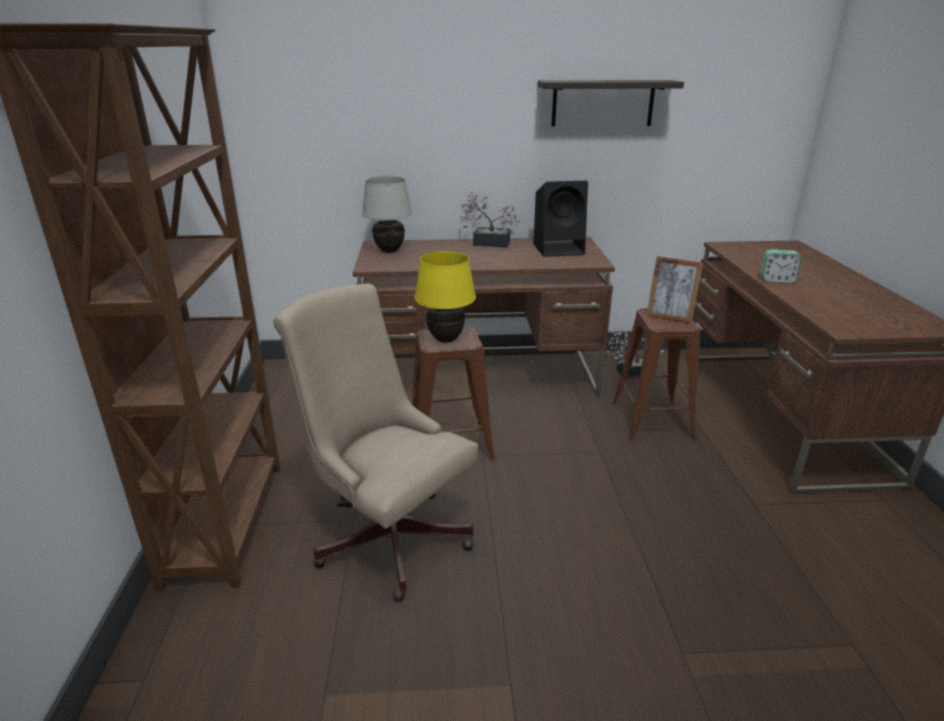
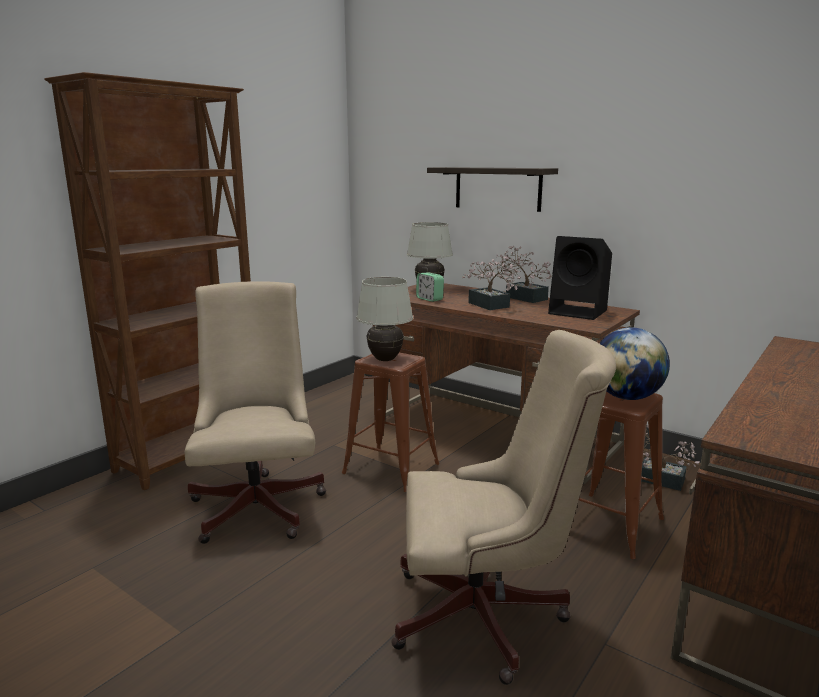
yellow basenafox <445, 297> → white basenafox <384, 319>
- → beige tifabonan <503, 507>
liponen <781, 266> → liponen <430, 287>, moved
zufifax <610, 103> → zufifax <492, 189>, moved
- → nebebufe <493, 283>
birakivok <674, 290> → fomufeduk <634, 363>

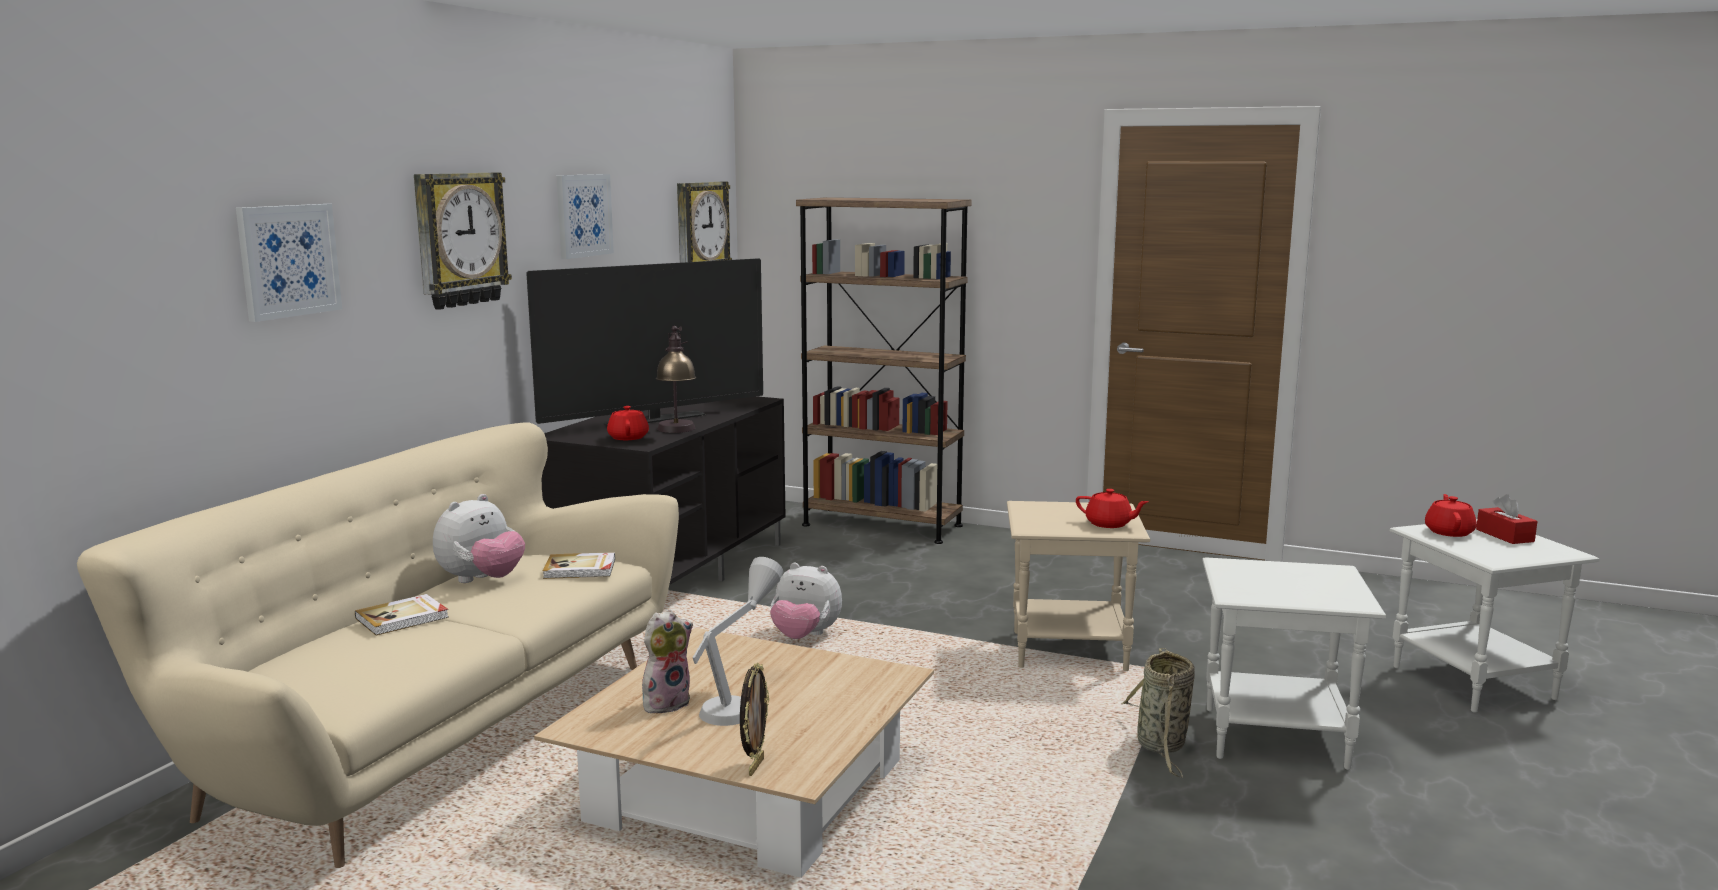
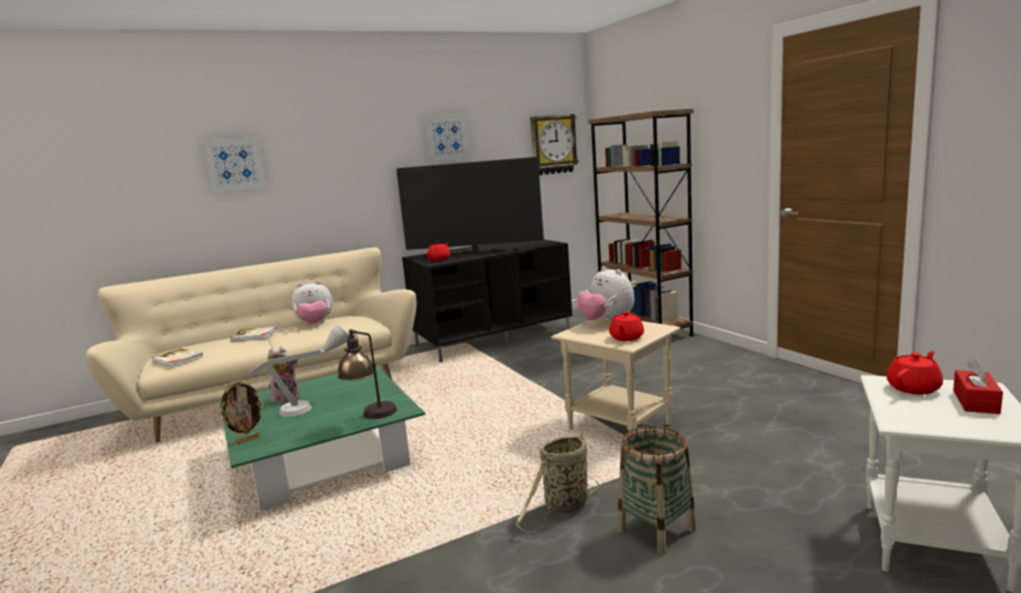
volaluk <579, 565> → volaluk <177, 357>, moved
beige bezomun <734, 753> → green bezomun <322, 438>
basenafox <676, 379> → basenafox <367, 374>, moved
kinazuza <806, 601> → kinazuza <606, 293>, moved
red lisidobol <1112, 508> → red lisidobol <626, 326>, 45 degrees clockwise
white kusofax <1294, 663> → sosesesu <657, 490>
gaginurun <463, 241> → -

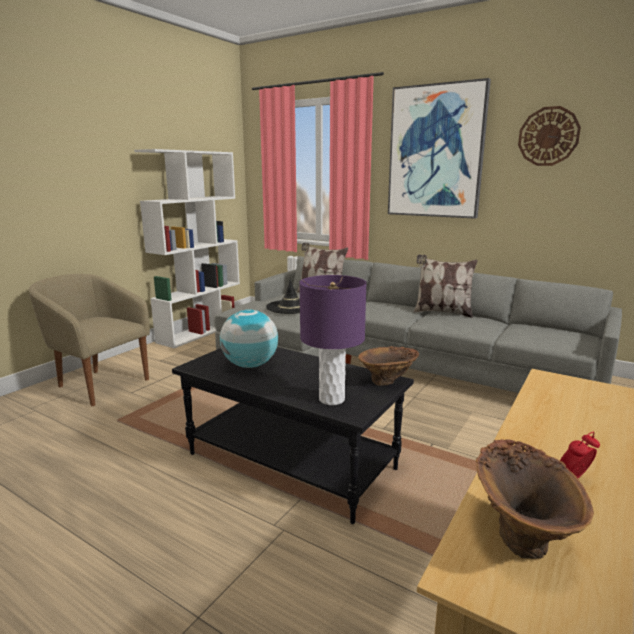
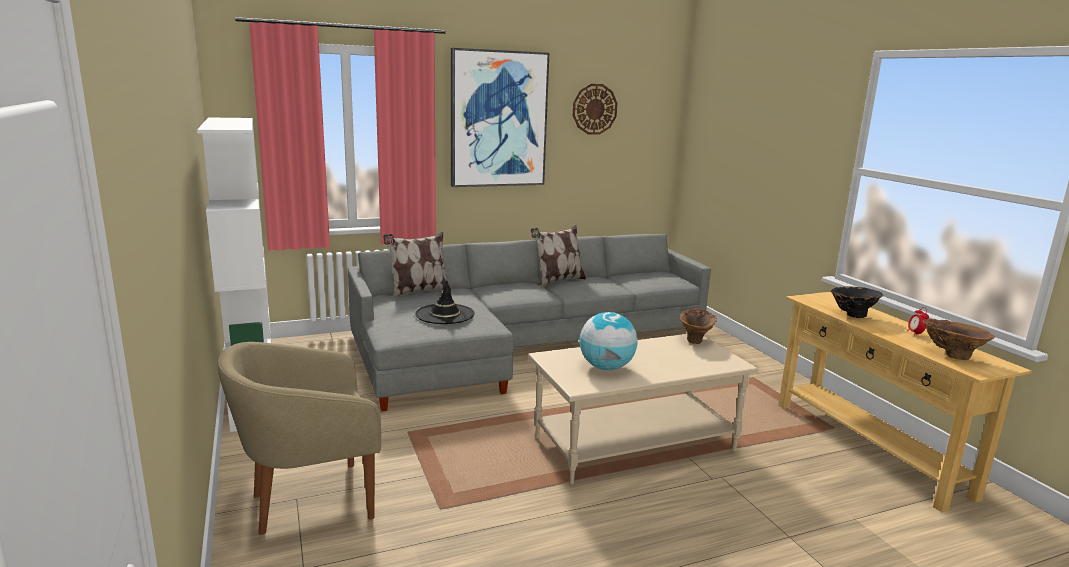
black bezomun <293, 435> → beige bezomun <643, 409>
- → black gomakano <857, 302>
purple basenafox <333, 340> → -

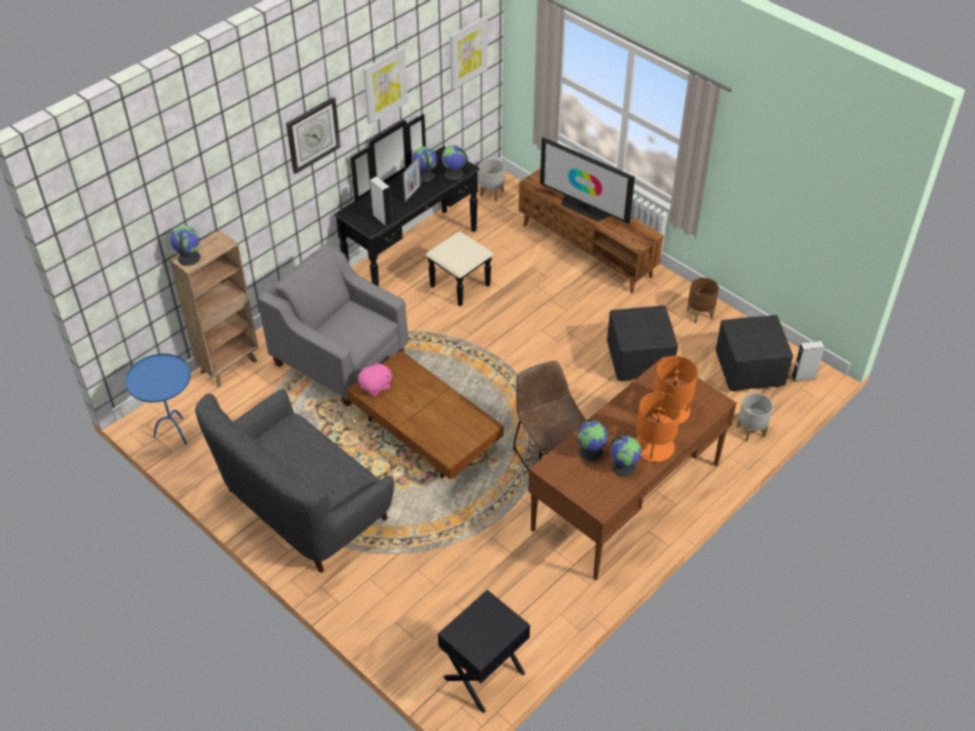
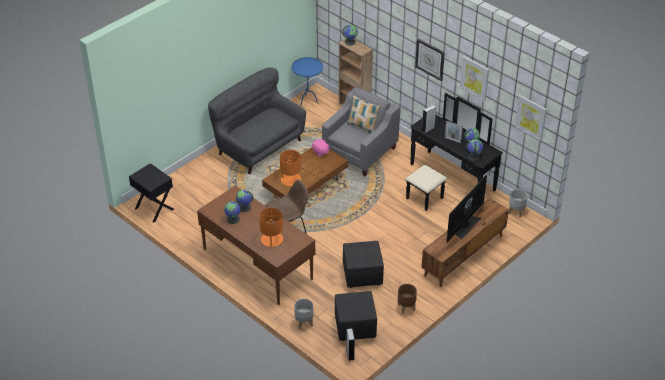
orange basenafox <658, 428> → orange basenafox <289, 168>, moved
- → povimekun <363, 114>

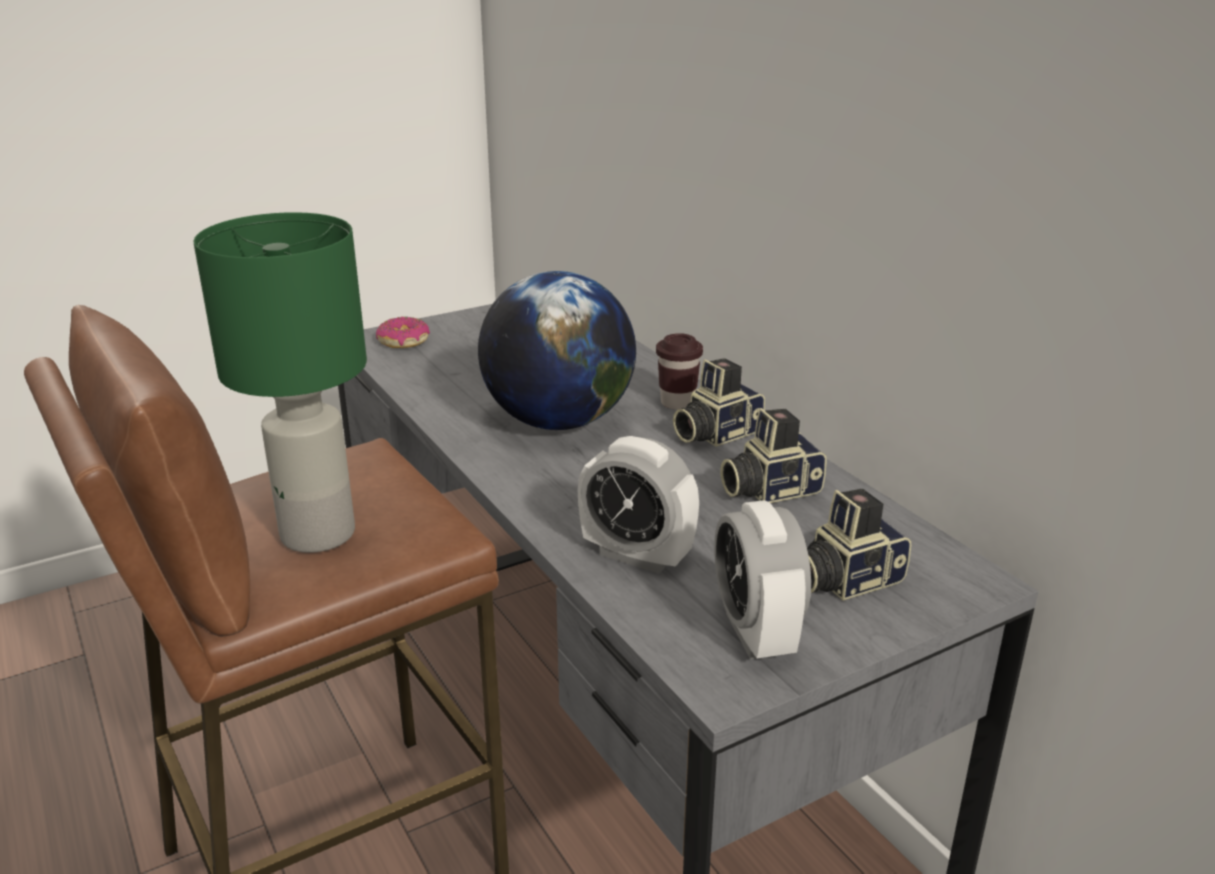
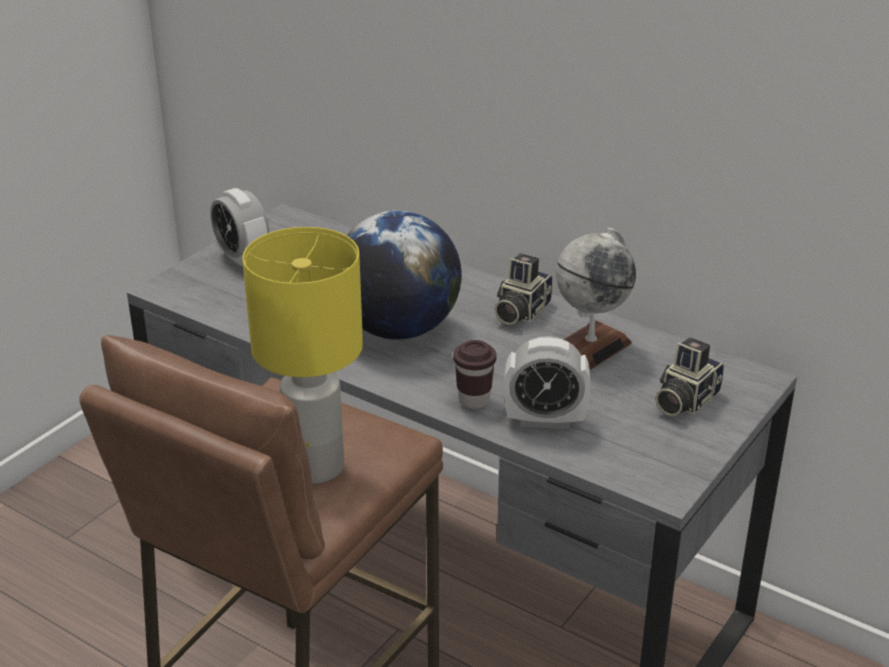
liponen <762, 579> → liponen <239, 230>, moved
green basenafox <280, 382> → yellow basenafox <302, 355>
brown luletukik <679, 371> → brown luletukik <475, 374>, moved
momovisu <773, 455> → fomufeduk <596, 299>
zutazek <403, 332> → -

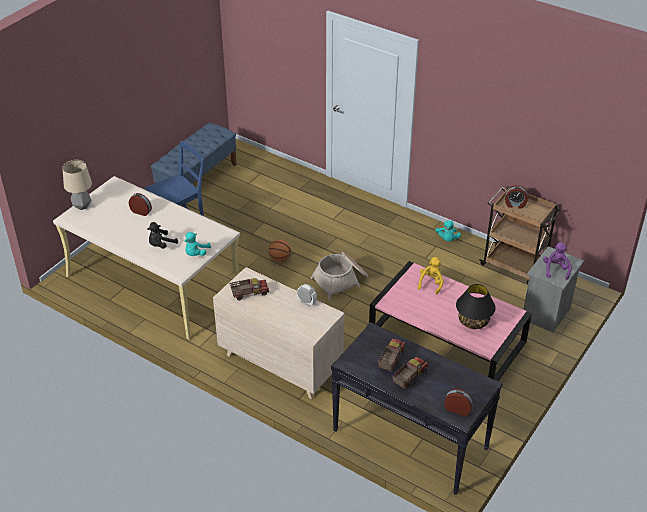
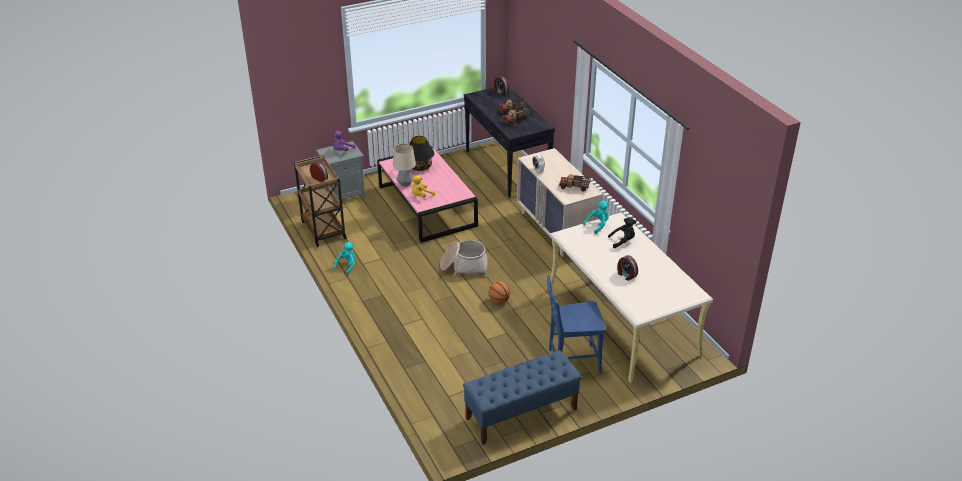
basenafox <77, 185> → basenafox <404, 165>, moved

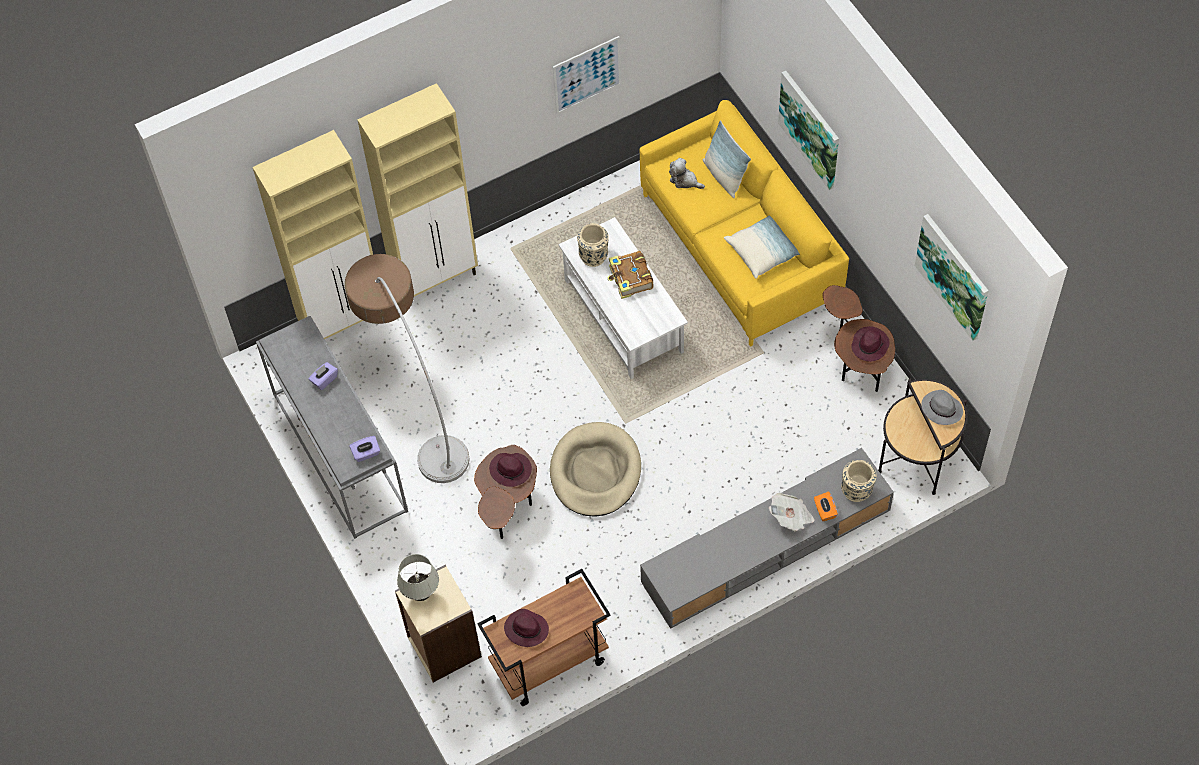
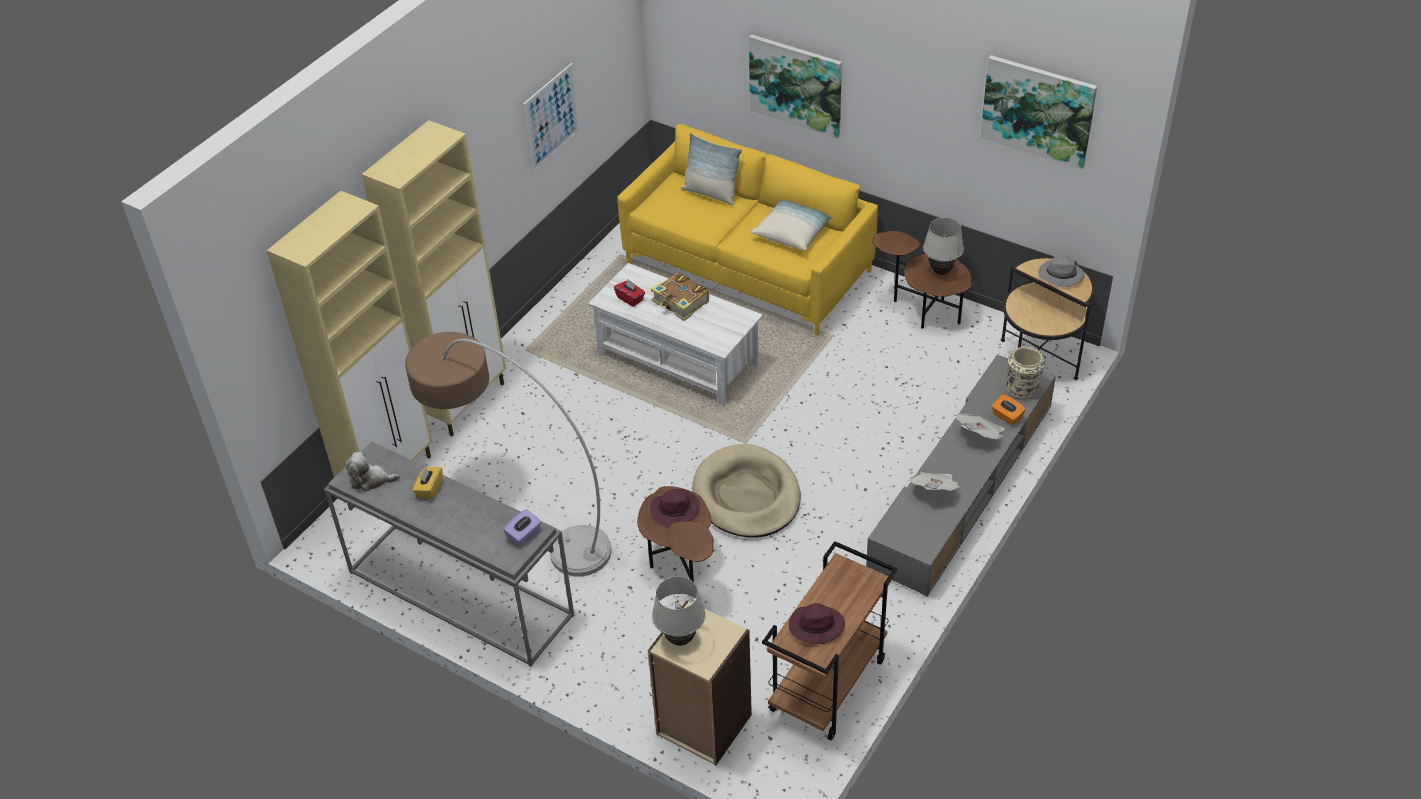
kinazuza <687, 173> → kinazuza <372, 472>, moved
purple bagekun <323, 376> → yellow bagekun <428, 482>
beige gomakano <593, 245> → red bagekun <629, 293>
- → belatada <935, 481>
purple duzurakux <870, 344> → white basenafox <943, 246>

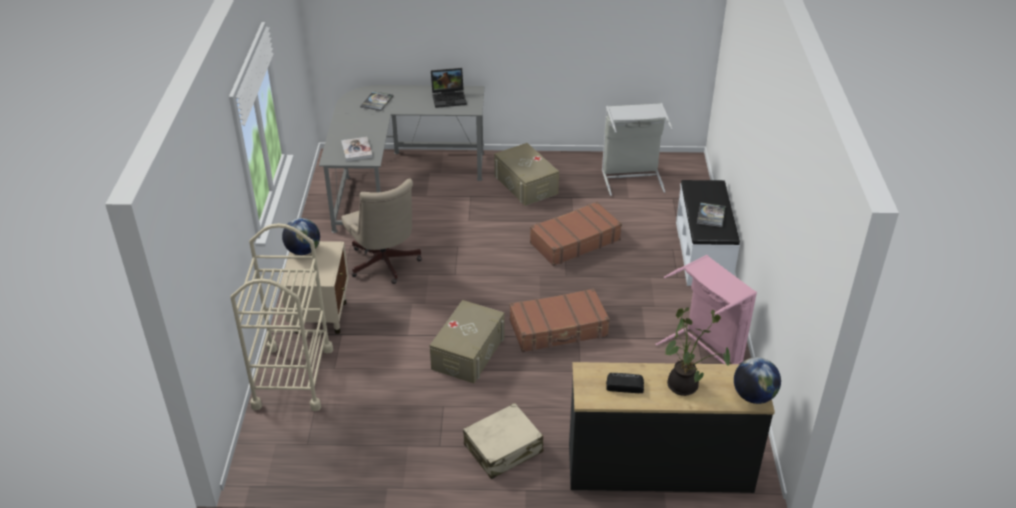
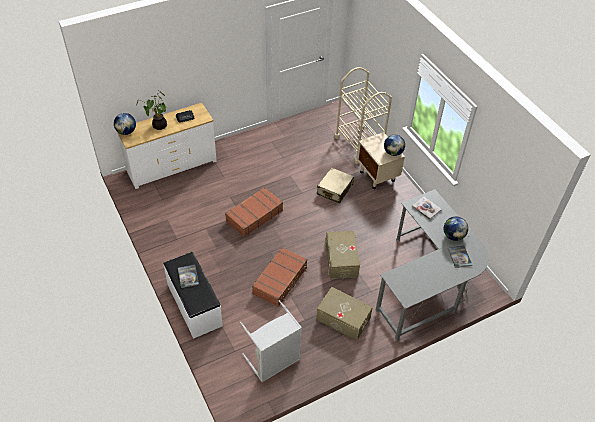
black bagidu <672, 427> → white bagidu <167, 146>
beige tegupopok <503, 441> → beige tegupopok <335, 185>, moved
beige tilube <467, 341> → beige tilube <342, 255>, moved
- → fomufeduk <456, 229>
beige tifabonan <381, 231> → -
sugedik <449, 88> → -
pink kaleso <706, 309> → -

